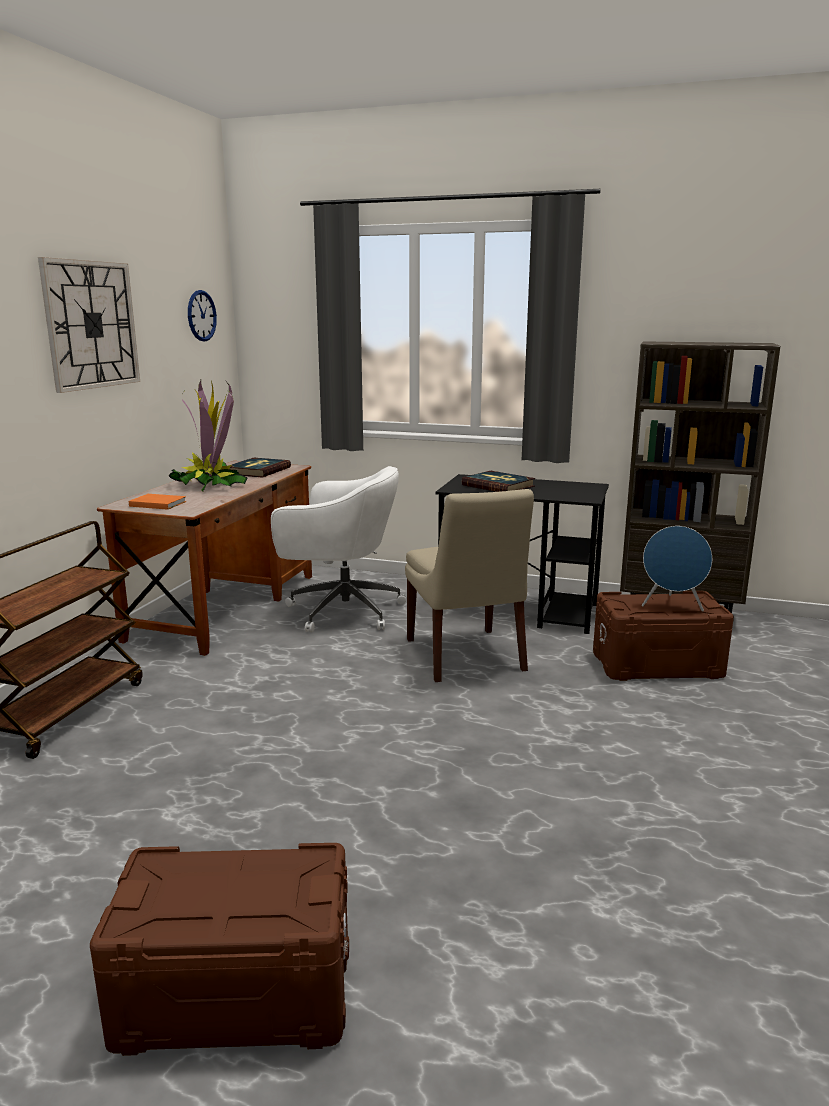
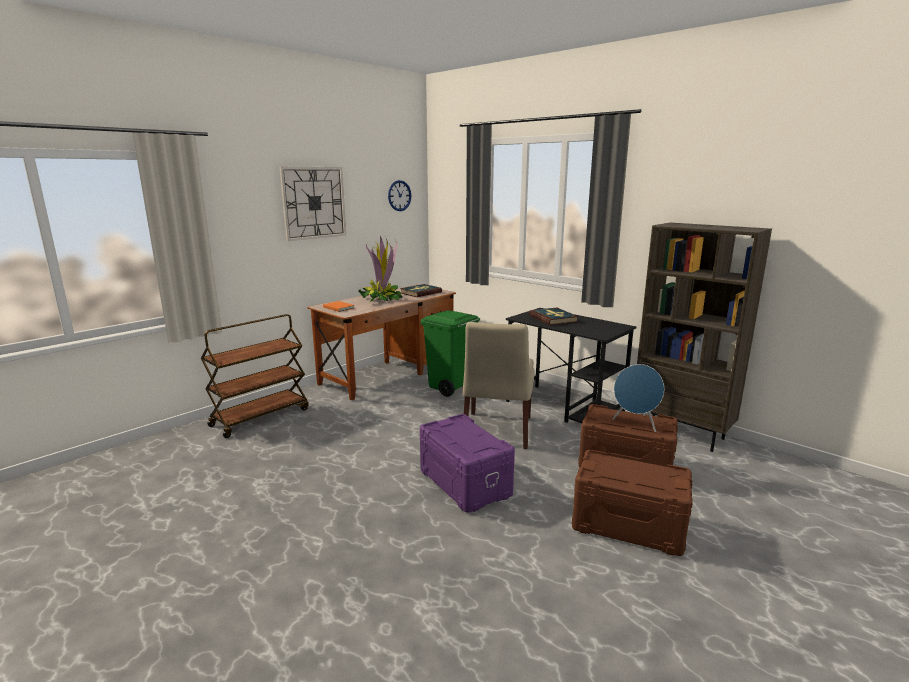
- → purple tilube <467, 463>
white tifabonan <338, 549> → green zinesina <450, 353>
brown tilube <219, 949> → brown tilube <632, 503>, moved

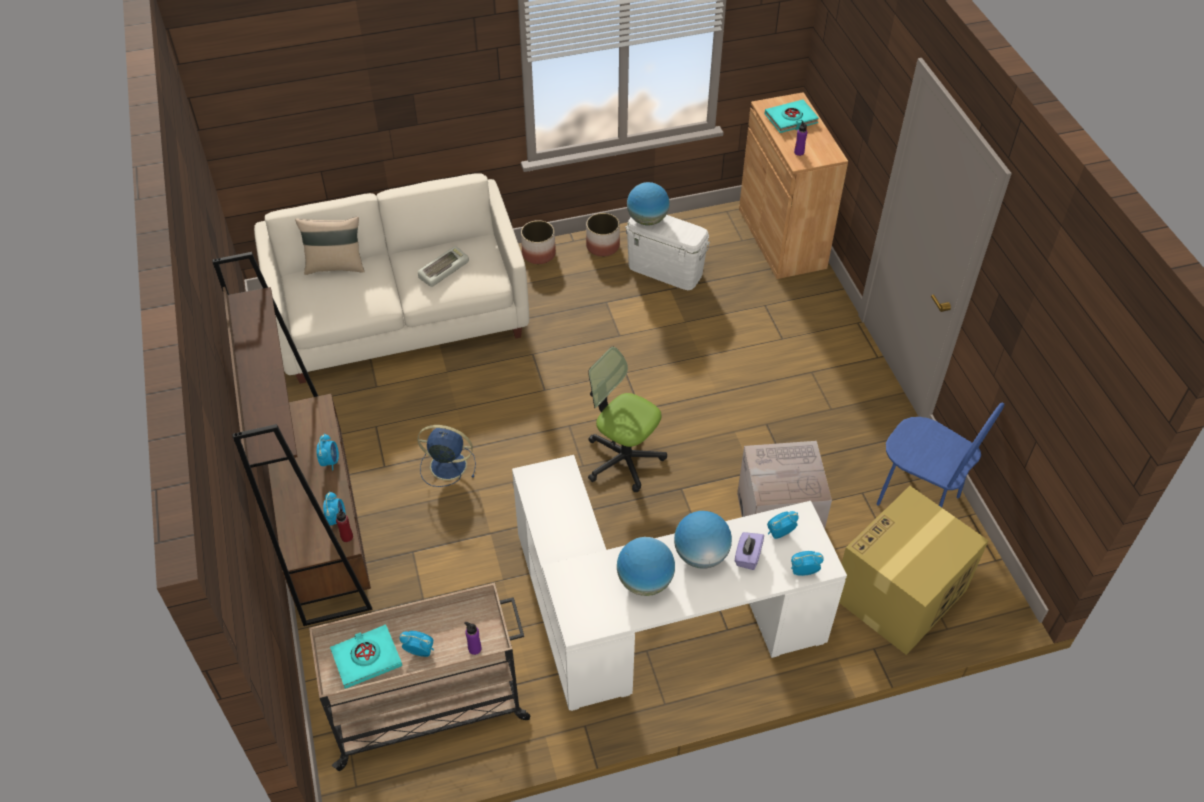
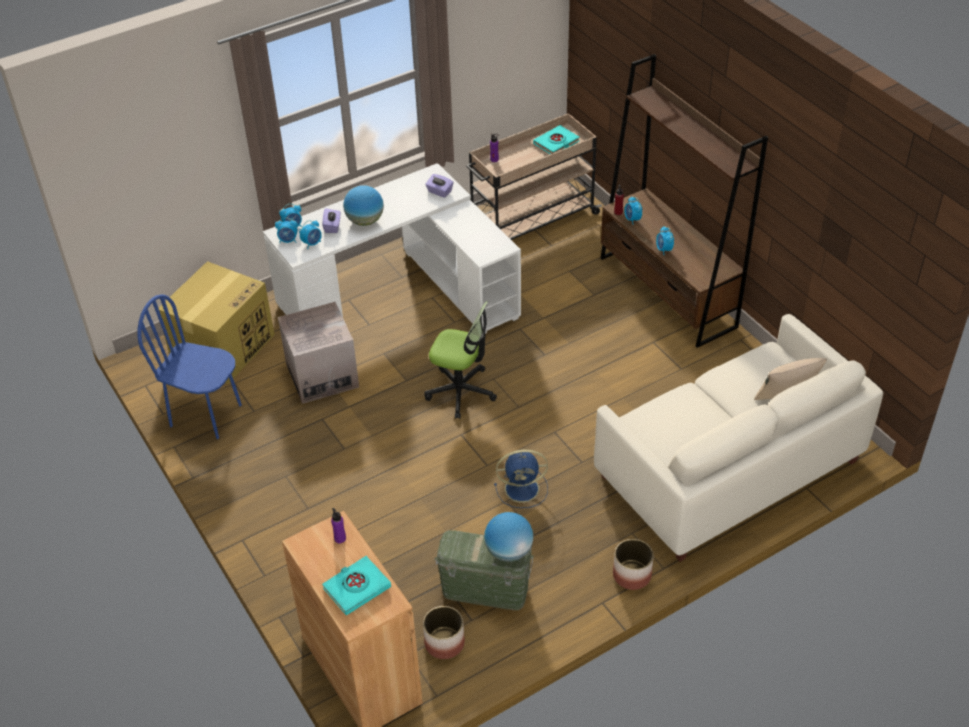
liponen <416, 644> → liponen <286, 230>, moved
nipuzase <603, 235> → nipuzase <444, 632>, moved
- → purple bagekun <439, 186>
white tilube <667, 252> → green tilube <484, 570>
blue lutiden <446, 456> → blue lutiden <521, 478>, moved
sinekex <443, 266> → -
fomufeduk <646, 566> → -

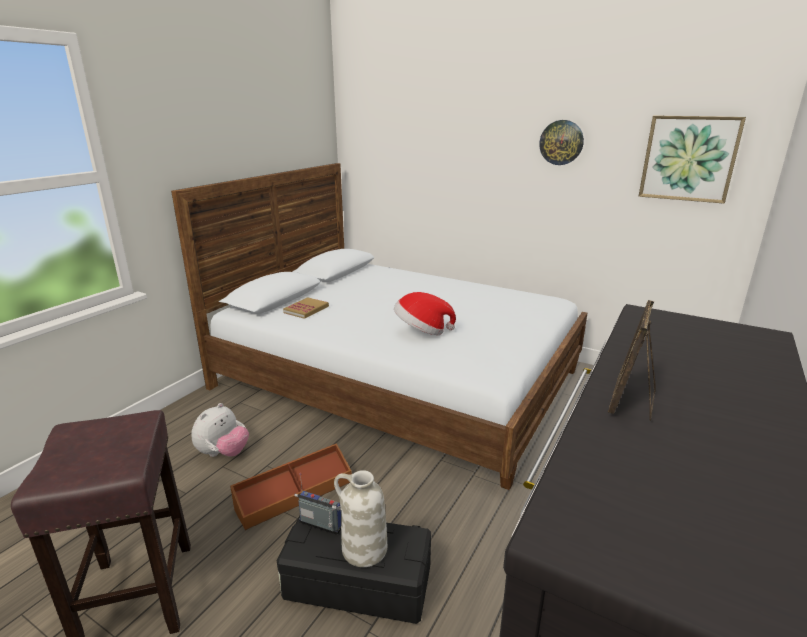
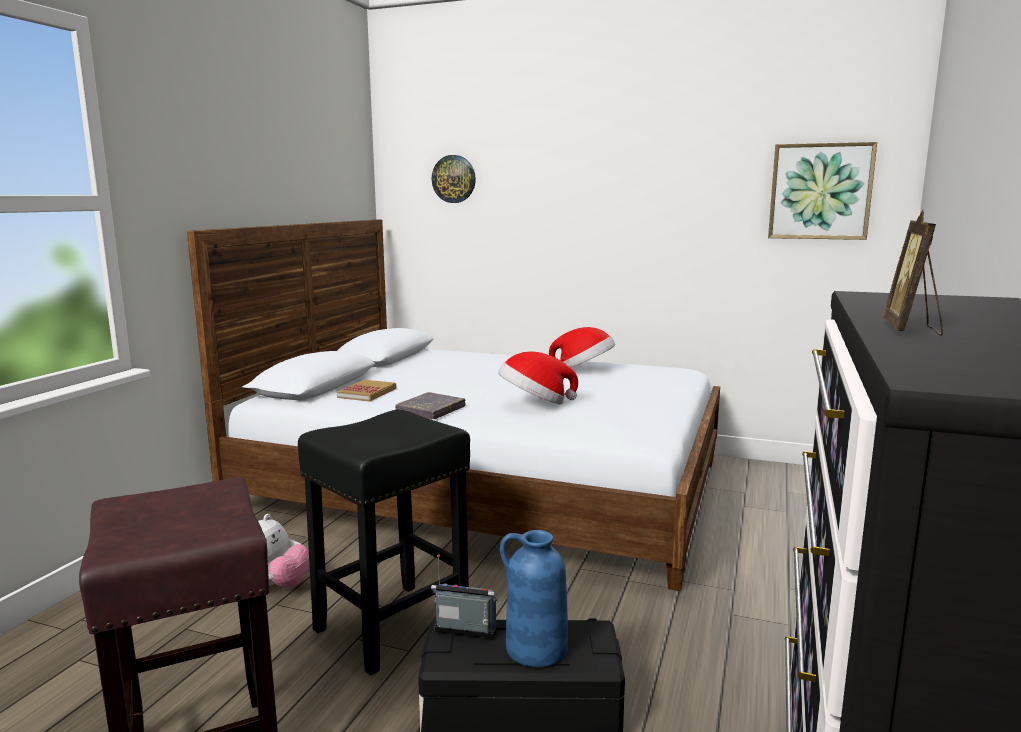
brown tilube <291, 486> → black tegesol <384, 542>
- → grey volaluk <430, 405>
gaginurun <561, 142> → gaginurun <454, 179>, moved
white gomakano <360, 518> → blue gomakano <534, 598>
- → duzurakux <582, 347>

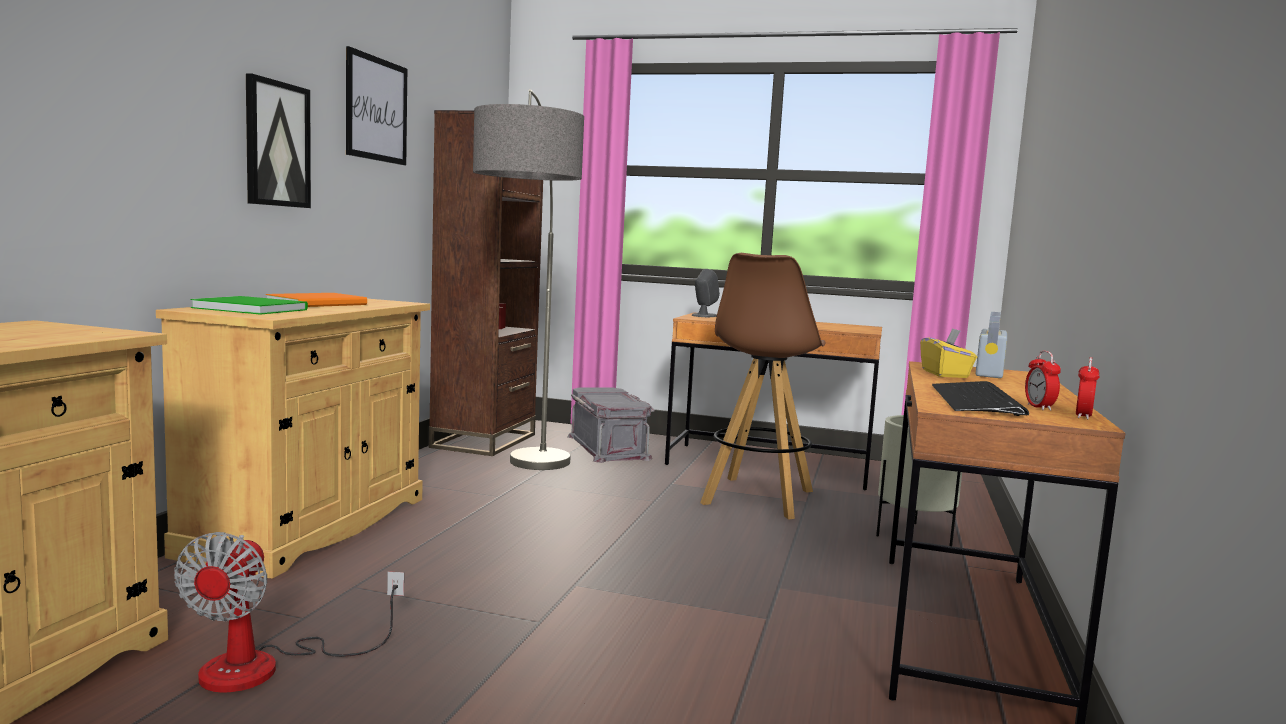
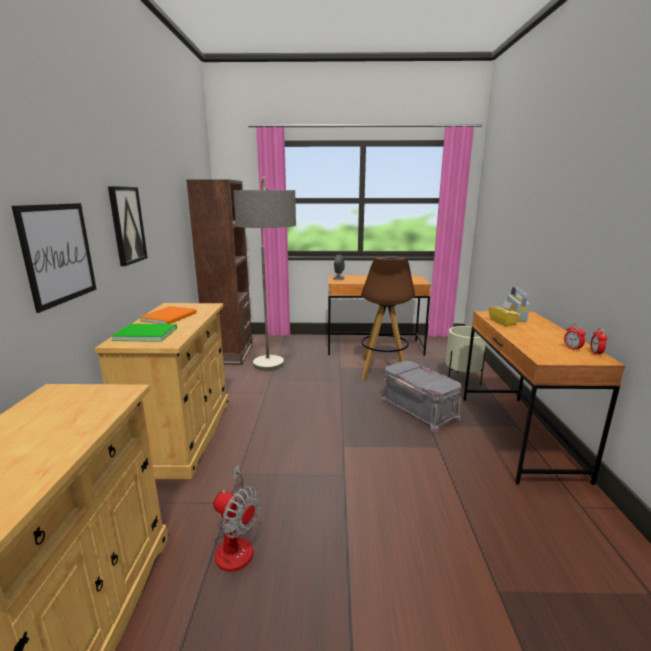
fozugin <376, 105> → fozugin <54, 258>, moved
lutiden <289, 612> → lutiden <237, 518>, 45 degrees counterclockwise
grey tilube <611, 425> → grey tilube <421, 396>, moved
sinekex <980, 398> → -

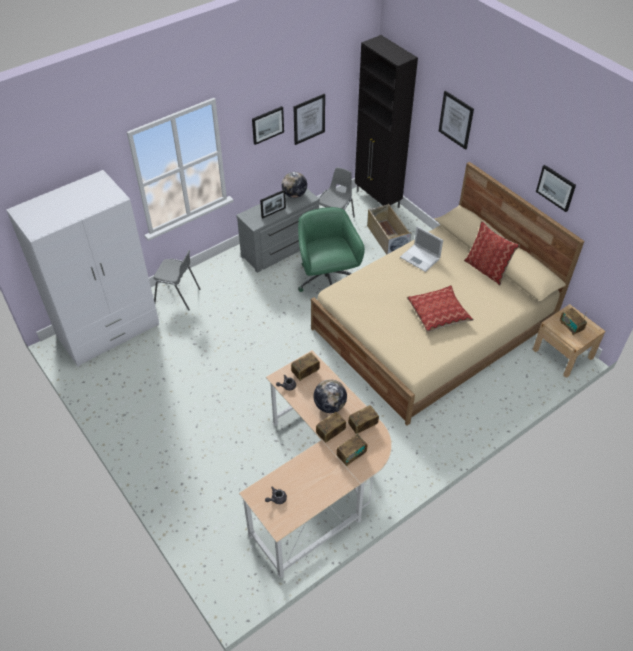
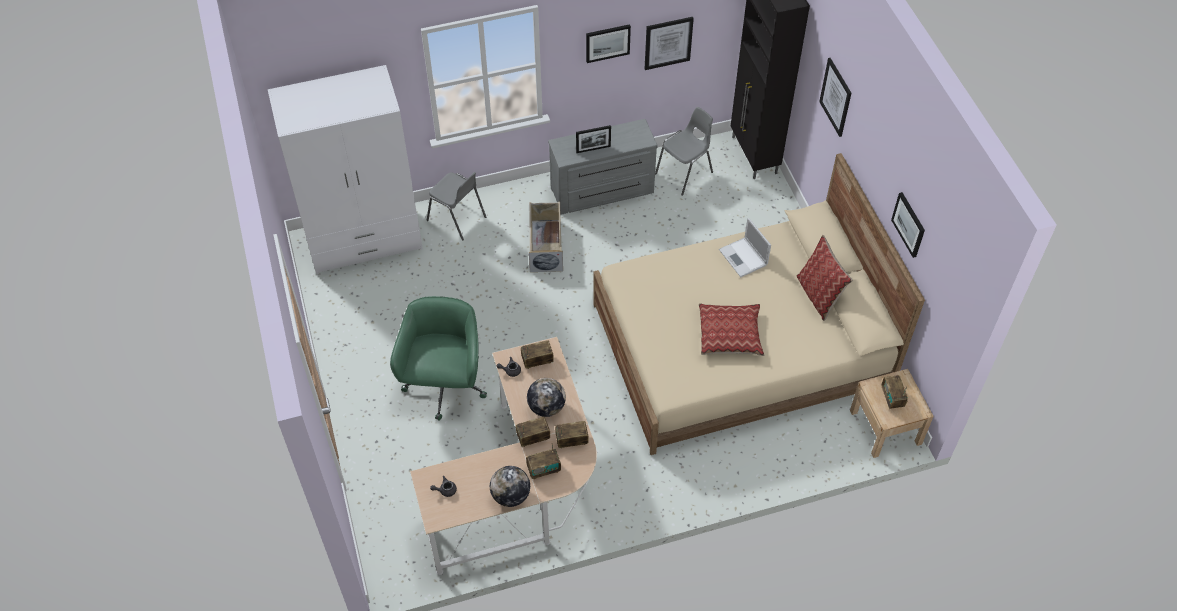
green tifabonan <331, 249> → green tifabonan <438, 358>, moved
fomufeduk <294, 185> → fomufeduk <510, 486>, moved
beige tilube <389, 229> → beige tilube <546, 237>, moved

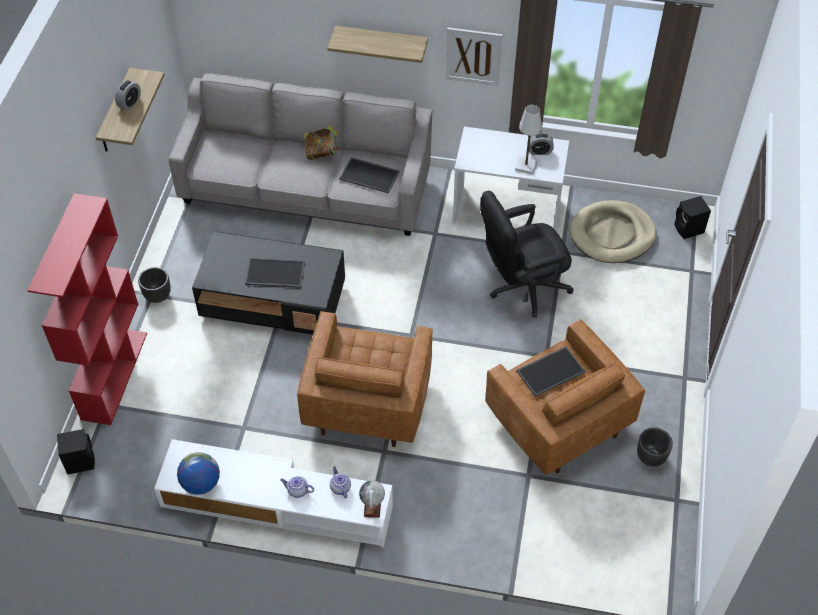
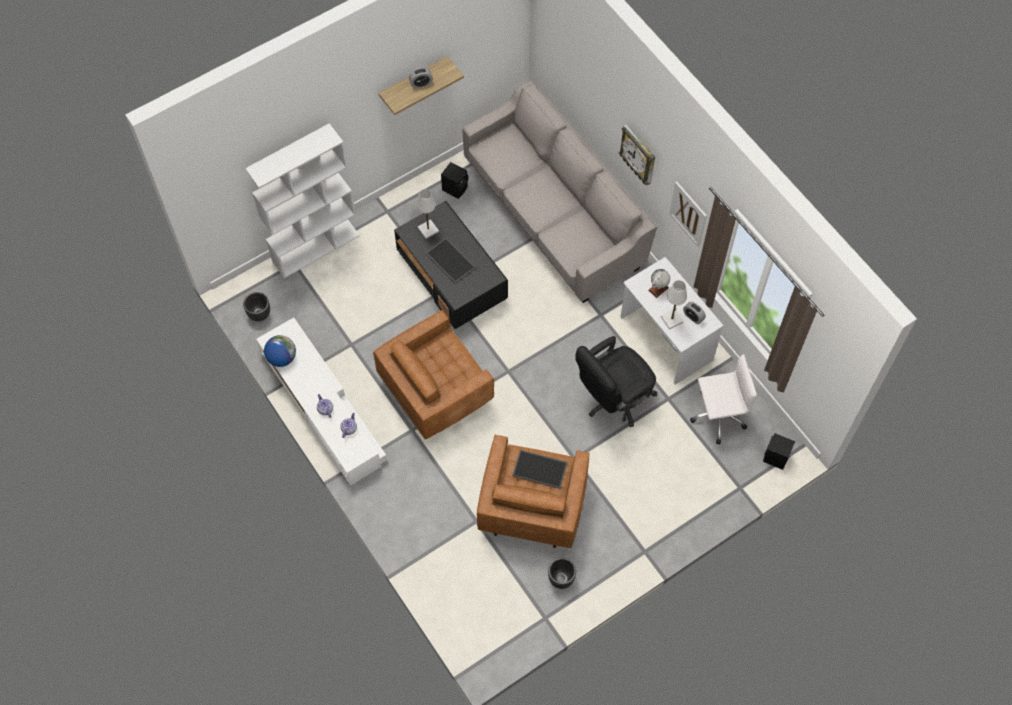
black nipuzase <154, 285> → black nipuzase <256, 306>, moved
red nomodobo <87, 309> → white nomodobo <302, 200>
- → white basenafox <428, 214>
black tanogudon <76, 452> → black tanogudon <455, 180>, moved
black tifabonan <527, 254> → black tifabonan <616, 381>, 60 degrees counterclockwise
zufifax <378, 44> → gaginurun <637, 154>
fomufeduk <372, 499> → fomufeduk <659, 283>, moved
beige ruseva <613, 231> → white tifabonan <723, 399>
volaluk <321, 143> → -
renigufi <369, 175> → -

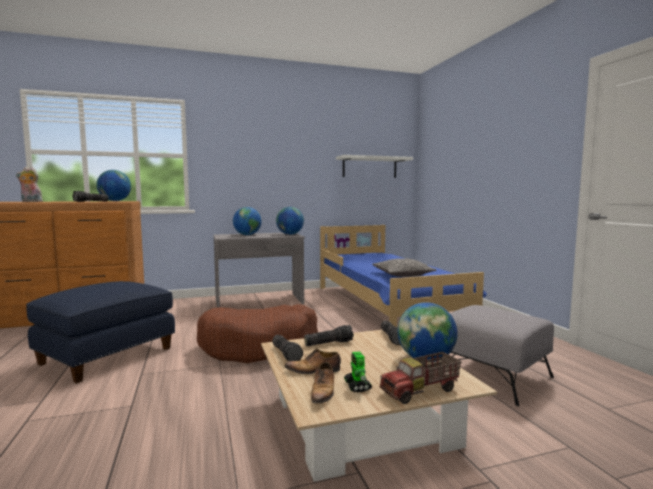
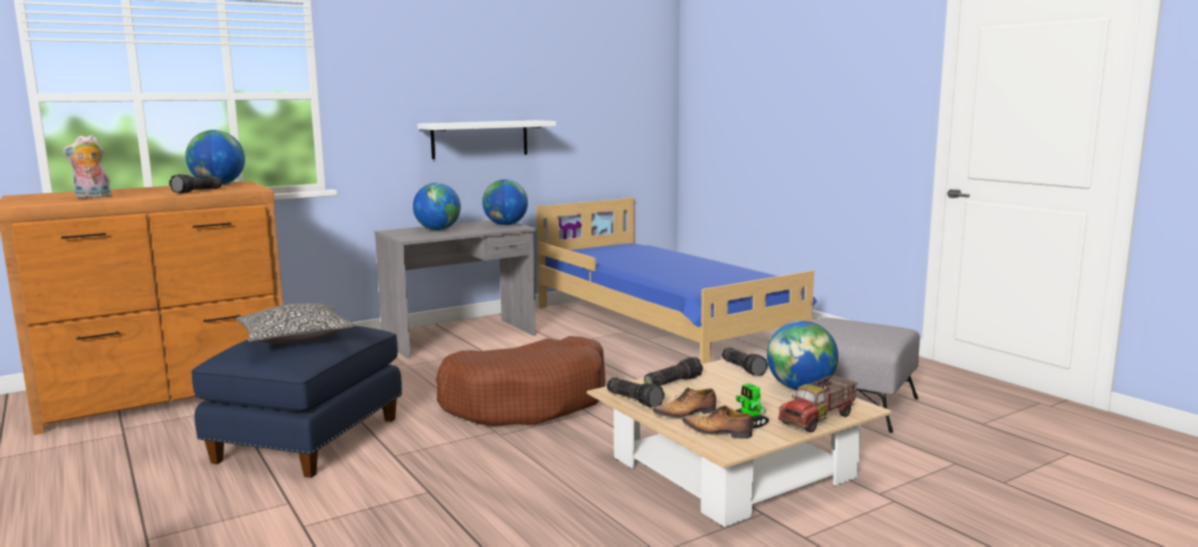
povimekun <404, 267> → povimekun <295, 323>, moved
white zufifax <374, 166> → white zufifax <486, 139>, moved
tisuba <322, 383> → tisuba <718, 422>, 120 degrees clockwise

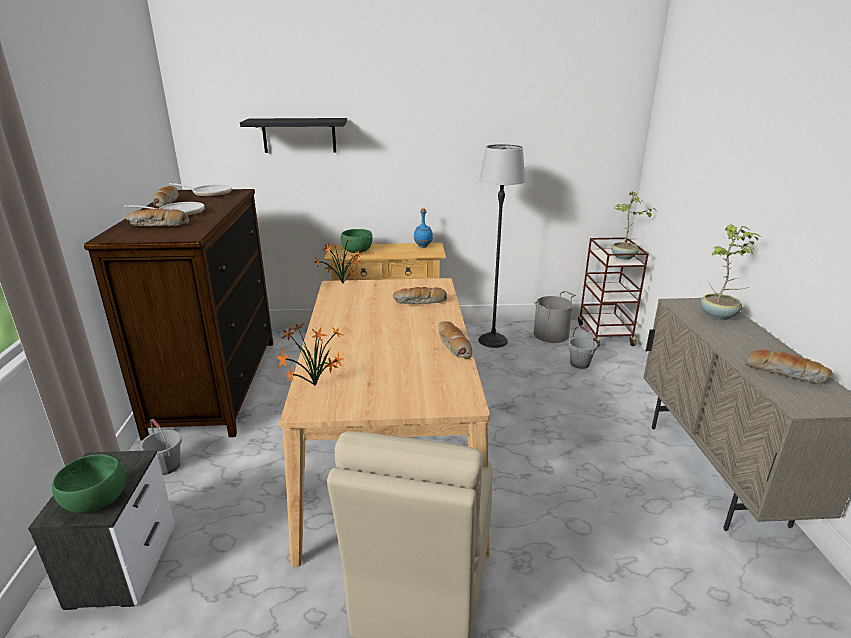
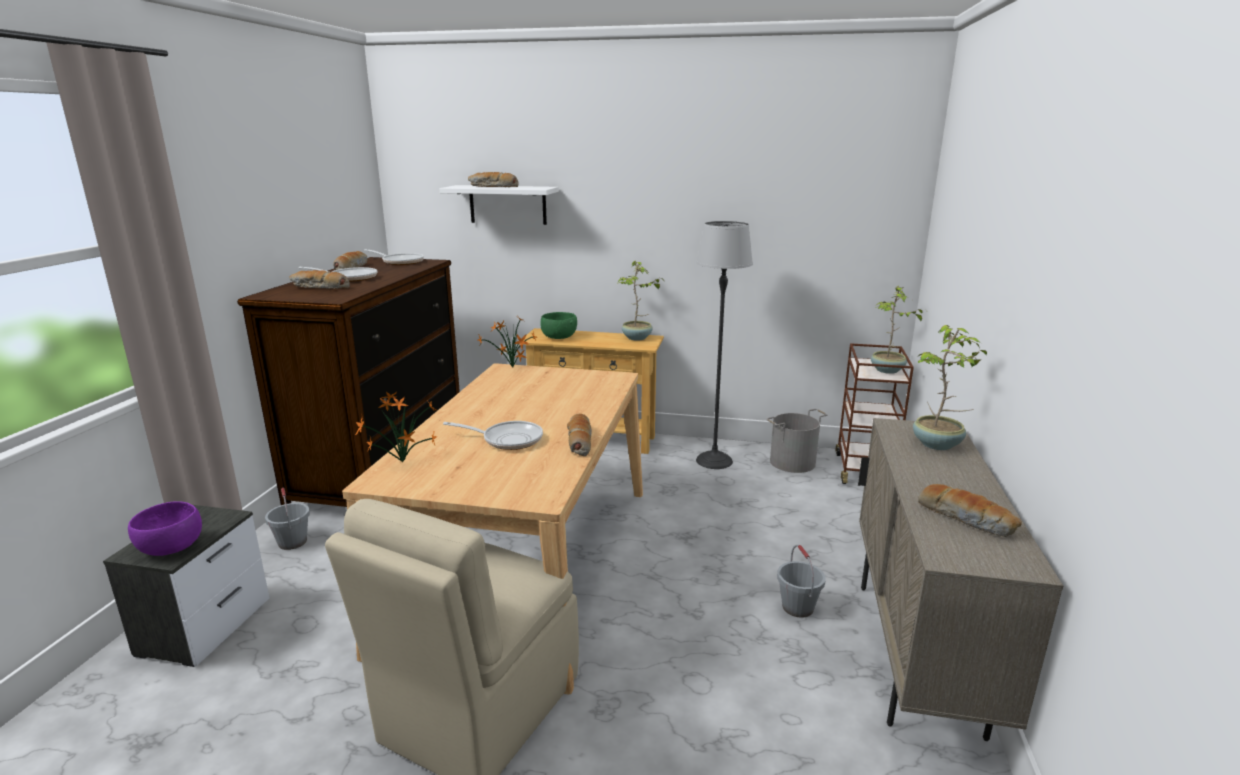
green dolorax <89, 483> → purple dolorax <165, 528>
black zufifax <293, 135> → white zufifax <499, 205>
- → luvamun <493, 435>
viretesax <420, 295> → viretesax <493, 179>, moved
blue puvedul <423, 228> → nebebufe <640, 301>
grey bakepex <582, 347> → grey bakepex <801, 581>, moved

